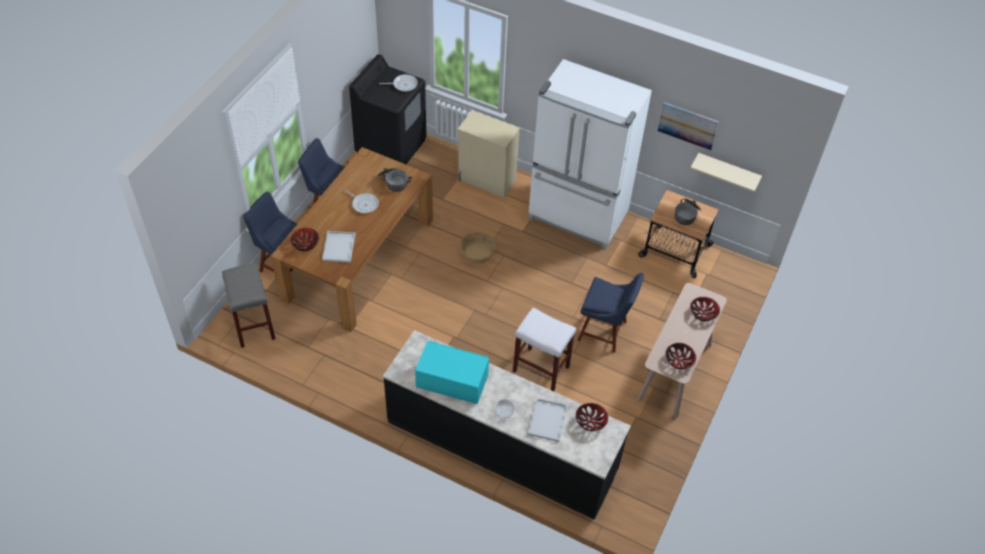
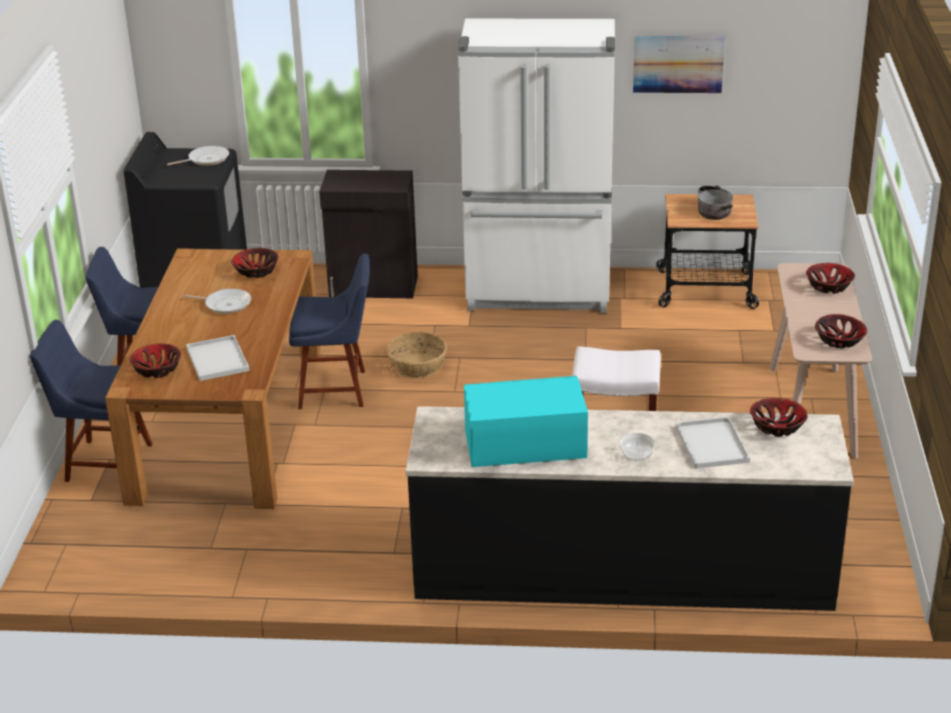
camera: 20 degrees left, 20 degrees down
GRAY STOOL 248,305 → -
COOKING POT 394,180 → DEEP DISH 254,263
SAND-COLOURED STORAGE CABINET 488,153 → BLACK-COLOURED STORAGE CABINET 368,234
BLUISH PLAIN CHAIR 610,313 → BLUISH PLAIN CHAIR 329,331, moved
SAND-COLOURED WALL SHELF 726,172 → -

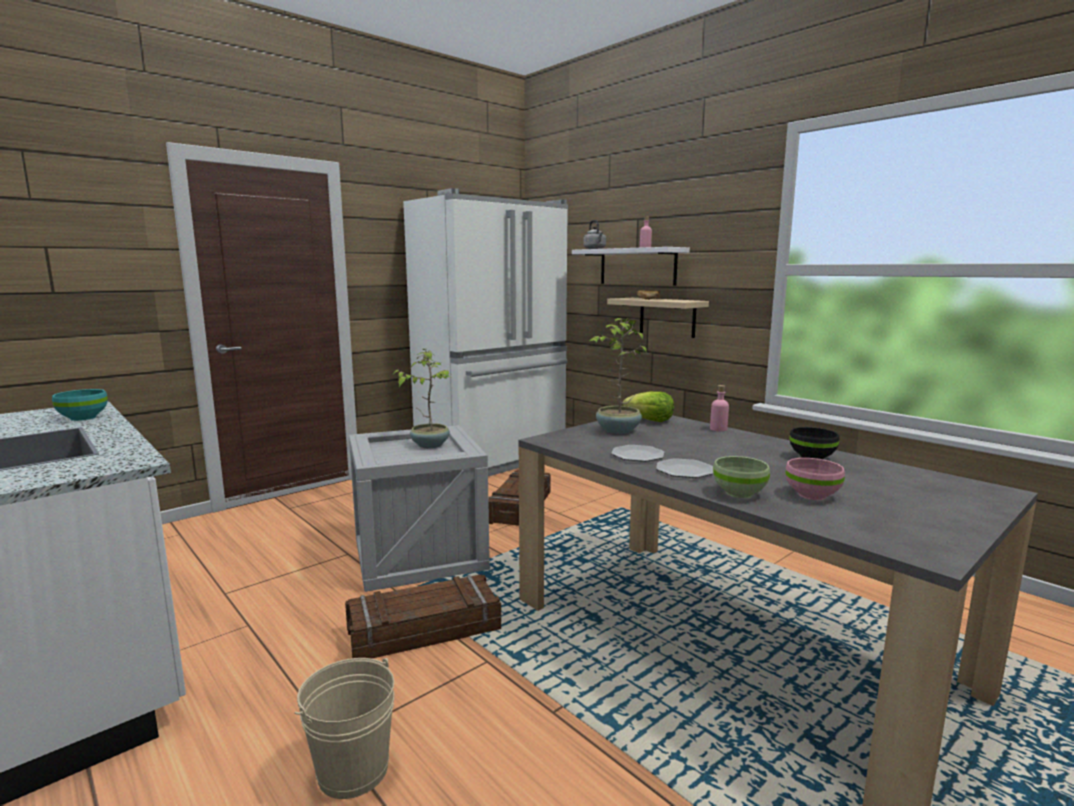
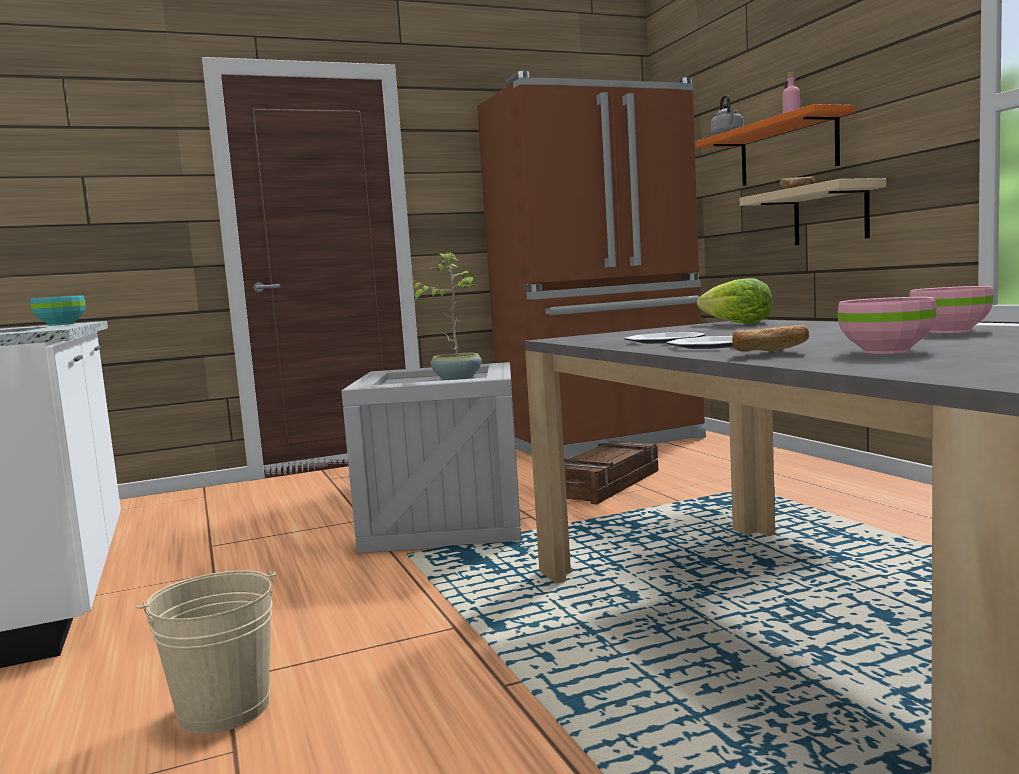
camera: 20 degrees right, 5 degrees down
SHIPPING CRATE 423,616 → -
WHITISH REFRIGERATOR 485,332 → BROWN-COLOURED REFRIGERATOR 591,264
WHITISH WALL SHELF 631,266 → ORANGEY WALL SHELF 775,145
PLANT IN A POT 618,376 → -
PINK BEVERAGE BOTTLE 719,408 → -
GREEN DEEP DISH 741,477 → BREAD 770,338
BLACK-COLOURED DEEP DISH 814,443 → PINK DEEP DISH 951,309

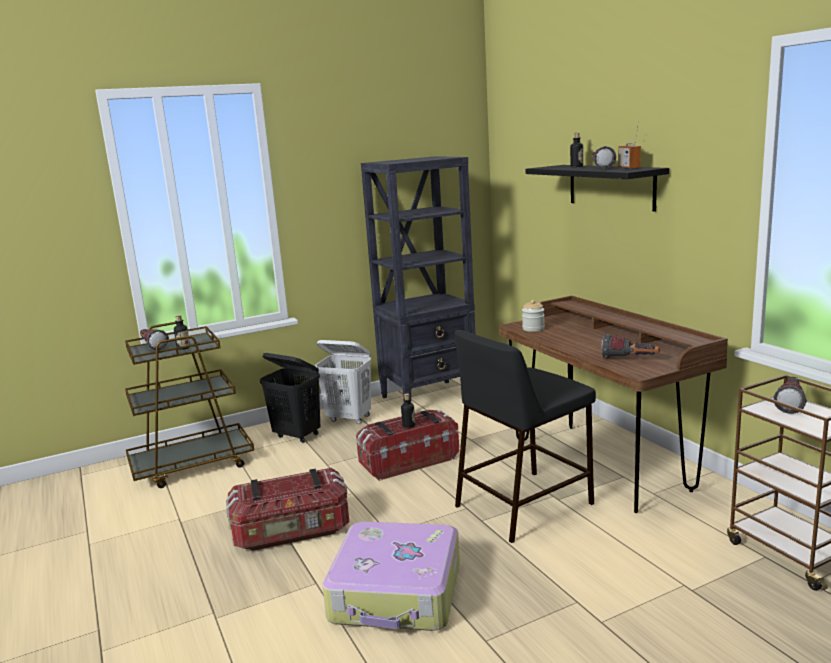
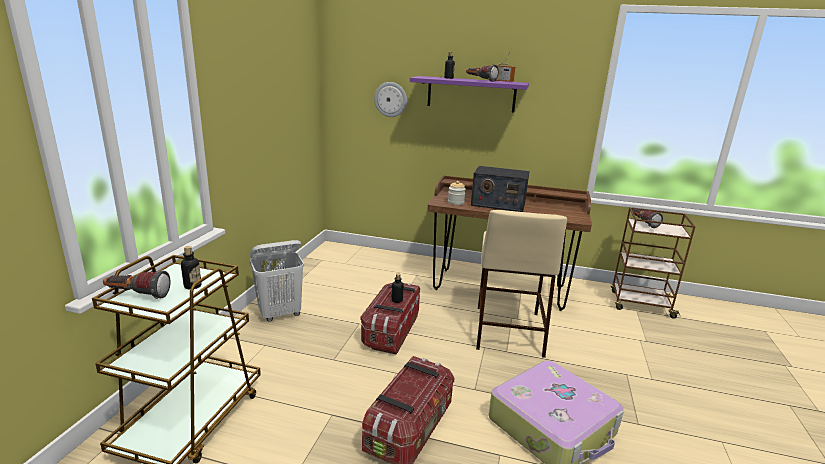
camera: 50 degrees left, 5 degrees up
BLACK-COLOURED WASHING BASKET 290,398 → -
BLACK-COLOURED SHELVING UNIT 418,278 → -
BLACK-COLOURED STOOL 525,436 → SAND-COLOURED STOOL 521,284
BLACK-COLOURED WALL SHELF 597,188 → PURPLE-COLOURED WALL SHELF 469,94
FLASHLIGHT 630,346 → -
- → CLOCK ON THE WALL 390,99
- → RADIO SET 500,189

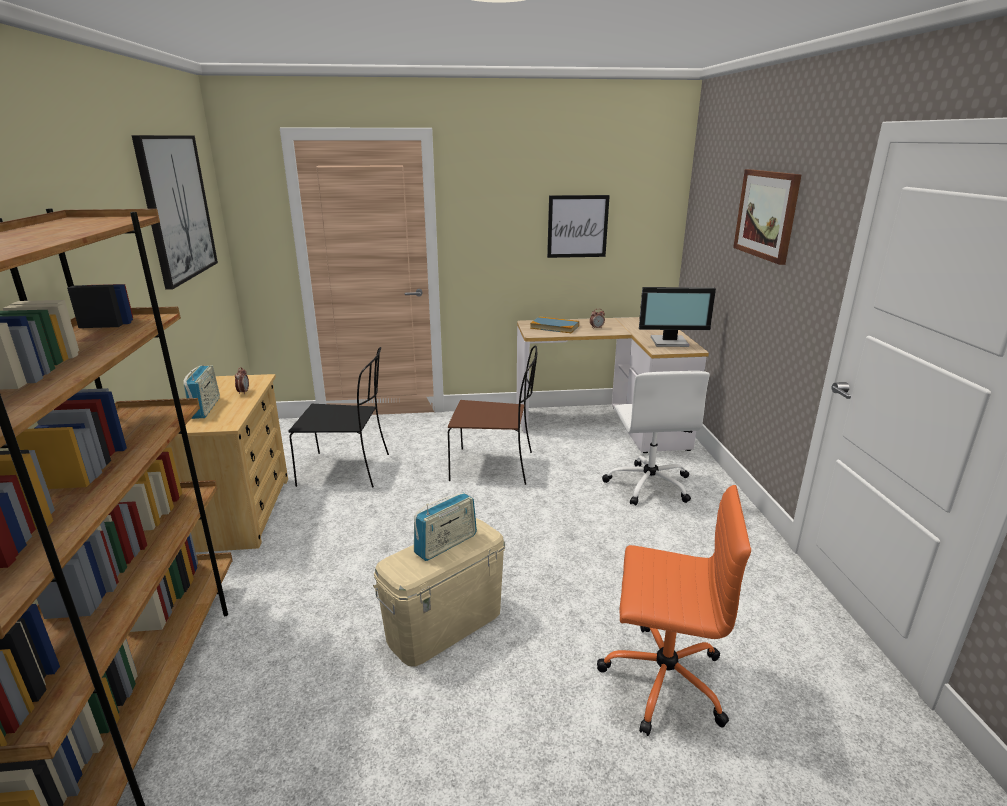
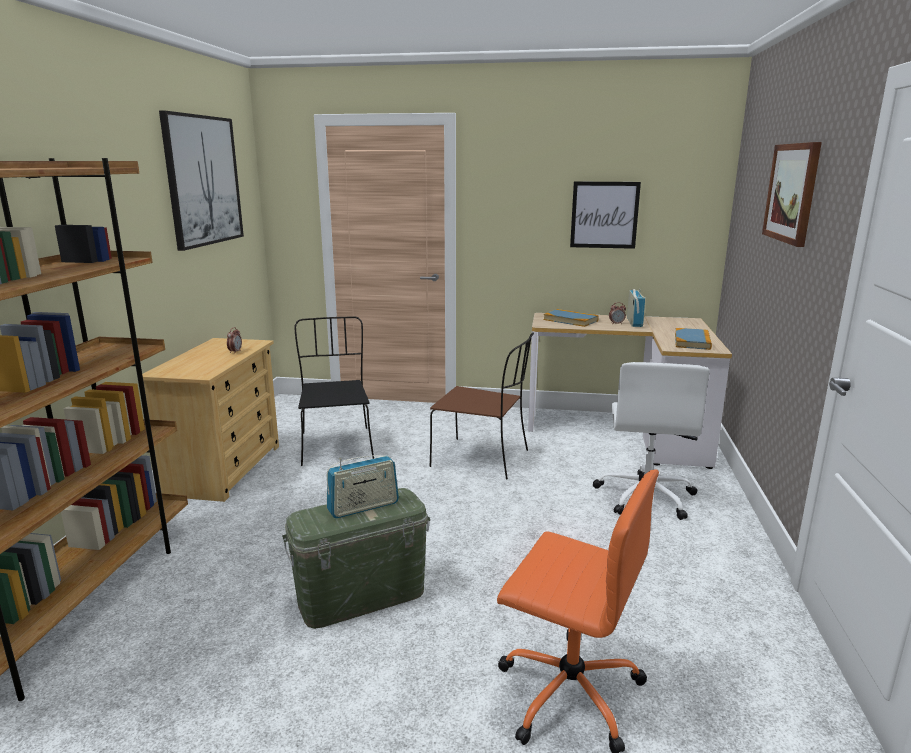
camera: 15 degrees right, 5 degrees down
RADIO SET 201,392 → RADIO SET 636,308, moved
BLACK-COLOURED PLAIN CHAIR 338,417 → BLACK-COLOURED PLAIN CHAIR 334,391, 120 degrees counterclockwise
SAND-COLOURED STORAGE BOX 439,592 → GREEN STORAGE BOX 356,558
COMPUTER DISPLAY 677,317 → VOLUME 693,339

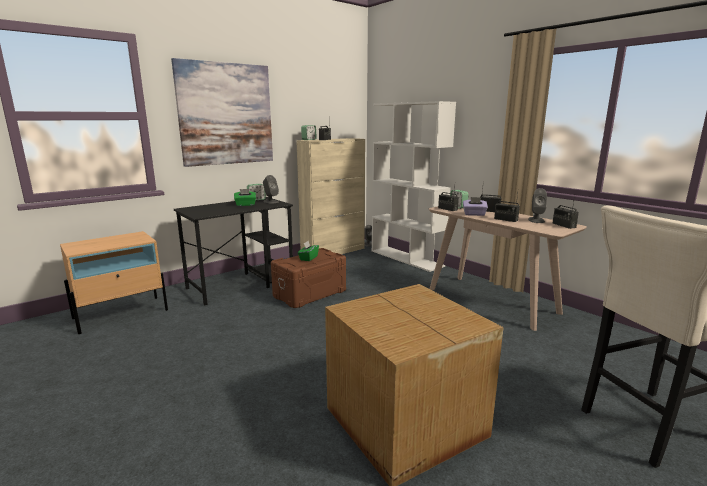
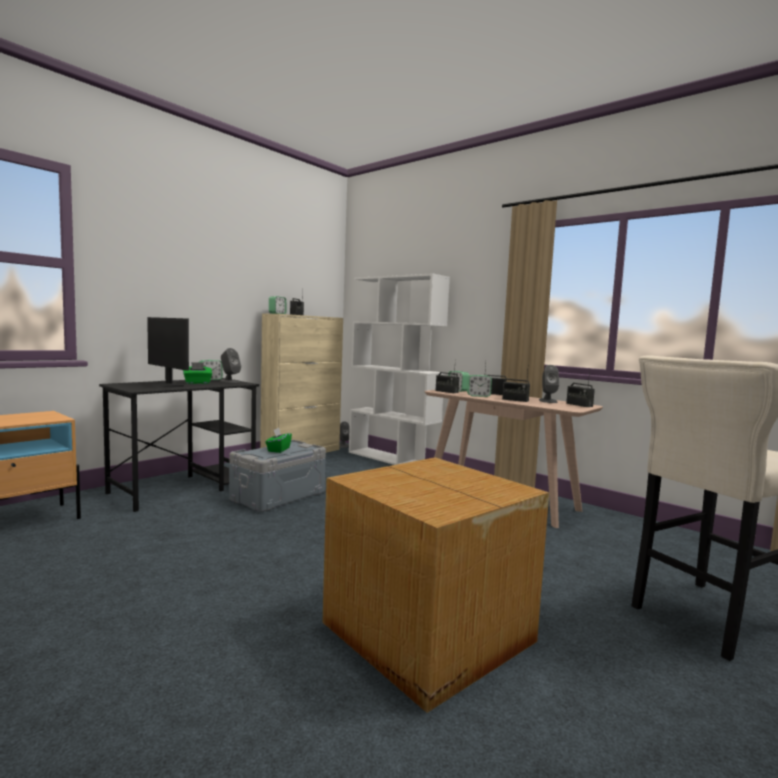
camera: 10 degrees left, 10 degrees down
PICTURE 222,112 → -
BROWN-COLOURED STORAGE BOX 308,278 → GRAY STORAGE BOX 277,476
PURPLE-COLOURED TISSUE HOLDER 475,206 → TABLE CLOCK 479,386
- → COMPUTER DISPLAY 164,352

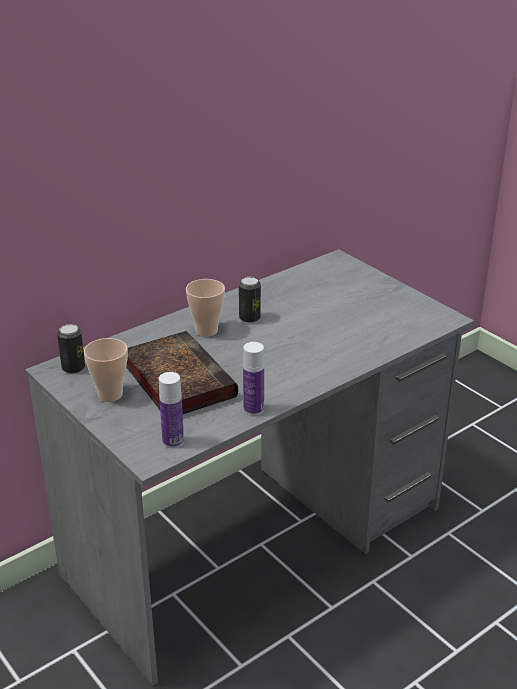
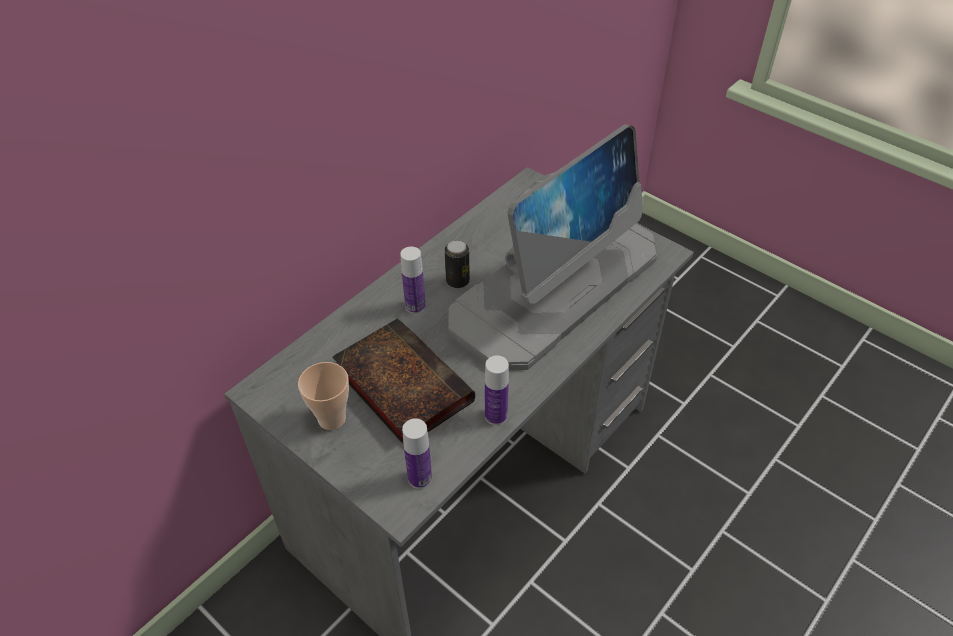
camera: 10 degrees left, 15 degrees up
METAL CAN 71,349 → -
SMALL CUP 205,308 → BEVERAGE BOTTLE 412,280
- → COMPUTER DISPLAY 552,247

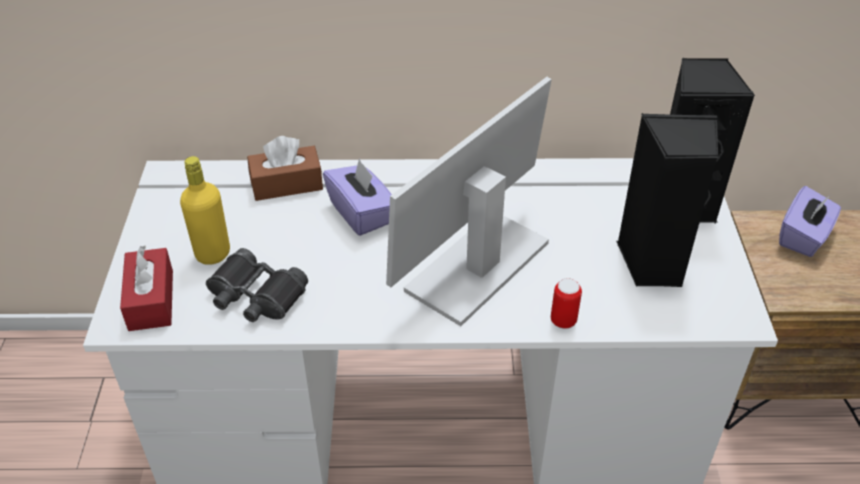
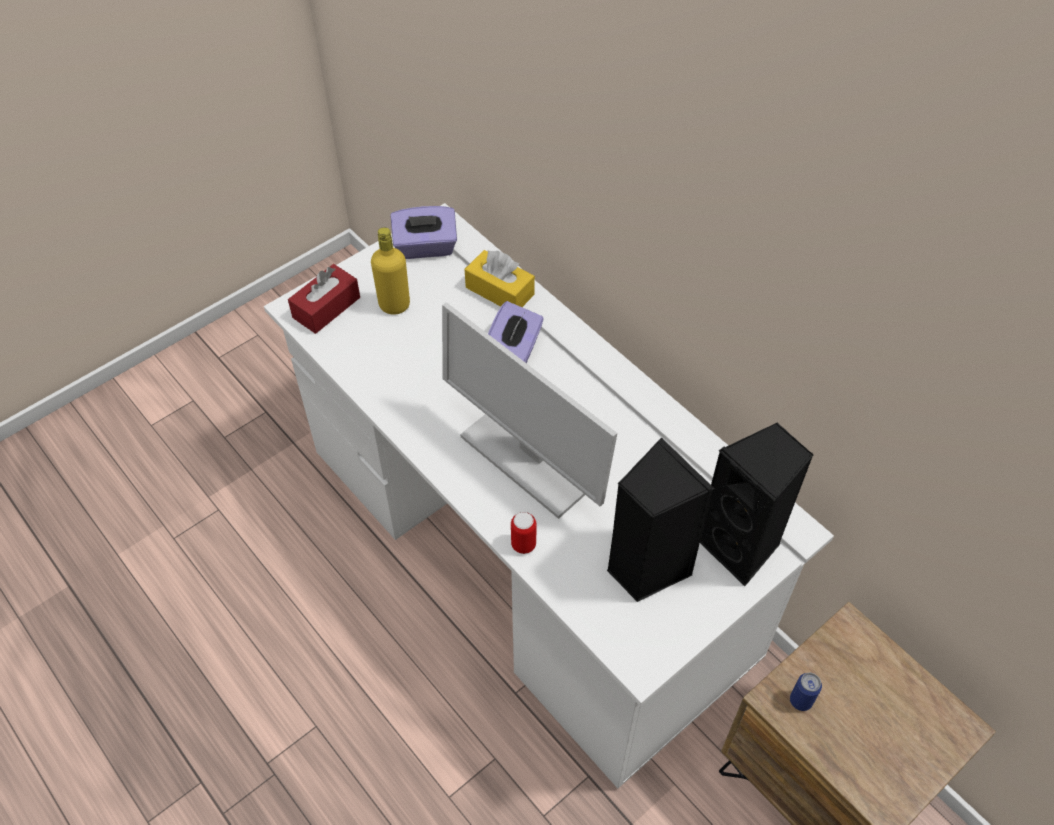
camera: 50 degrees right, 10 degrees up
BLACK-COLOURED PAIR OF BINOCULARS 257,285 → -
BROWN-COLOURED TISSUE HOLDER 285,168 → YELLOWISH TISSUE HOLDER 500,278
COMPUTER DISPLAY 469,201 → COMPUTER DISPLAY 529,410, 135 degrees counterclockwise
PURPLE-COLOURED TISSUE HOLDER 810,221 → PURPLE-COLOURED TISSUE HOLDER 424,232, moved
- → METAL CAN 806,692

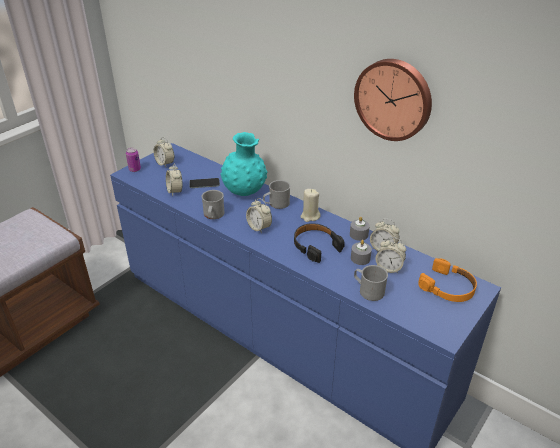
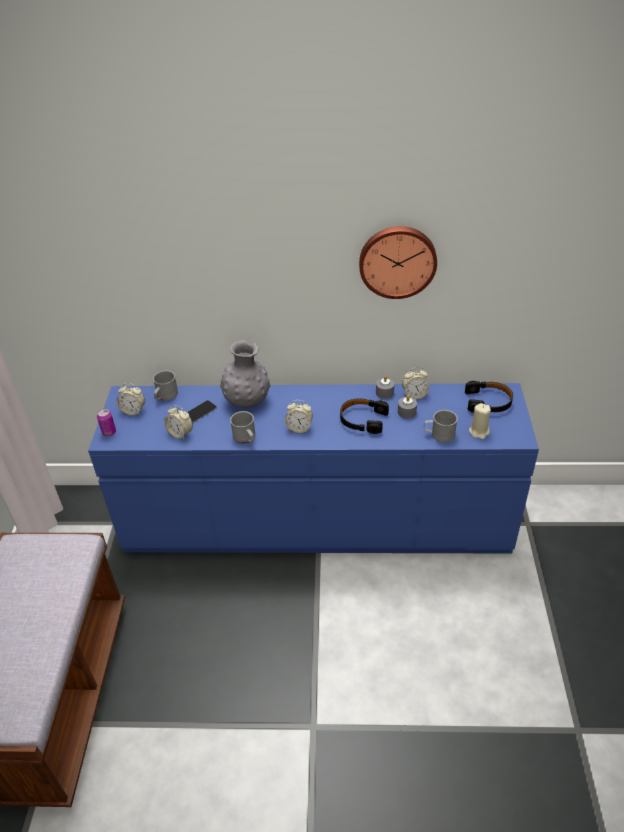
camera: 35 degrees left, 5 degrees up
TURQUOISE VASE 244,164 → GRAY VASE 245,374
GRAY MUG 276,194 → GRAY MUG 165,385, moved
SAND-COLOURED WAX CANDLE 311,205 → SAND-COLOURED WAX CANDLE 480,421, moved
TABLE CLOCK 391,255 → -
ORANGEY PAIR OF HEADPHONES 447,280 → BLACK-COLOURED PAIR OF HEADPHONES 489,397

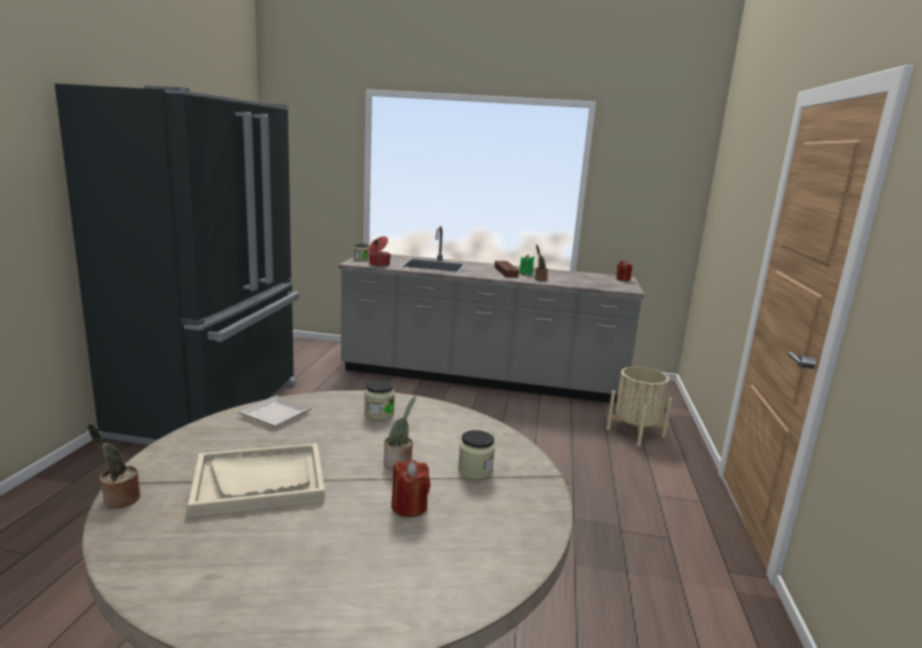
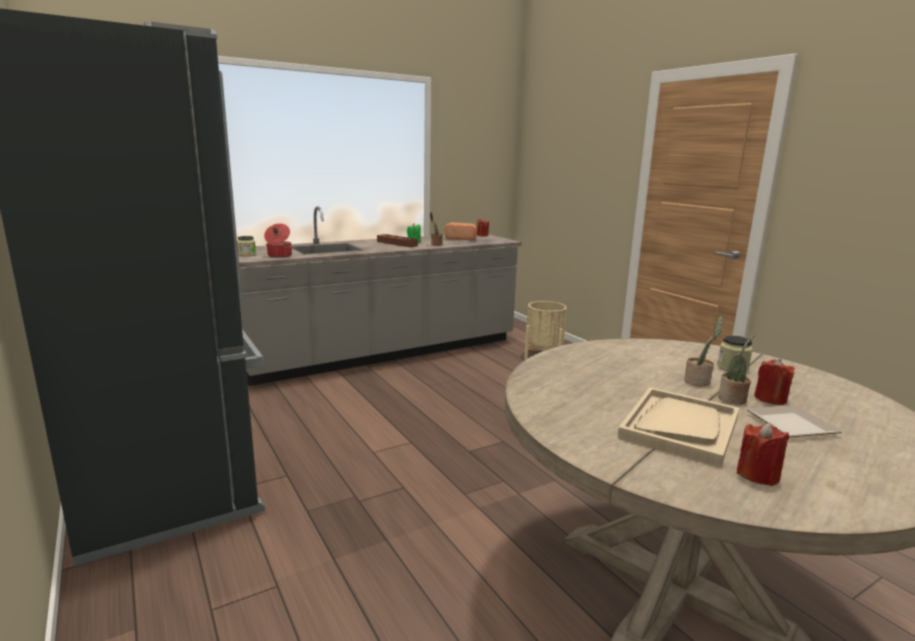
camera: 40 degrees left, 0 degrees up
PLANT IN A POT 114,465 → PLANT IN A POT 736,370, moved
FLAT DISH 275,411 → FLAT DISH 794,421, moved
PRESERVE JAR 379,400 → -
- → BREAD 461,231
- → RED WAX CANDLE 763,454

